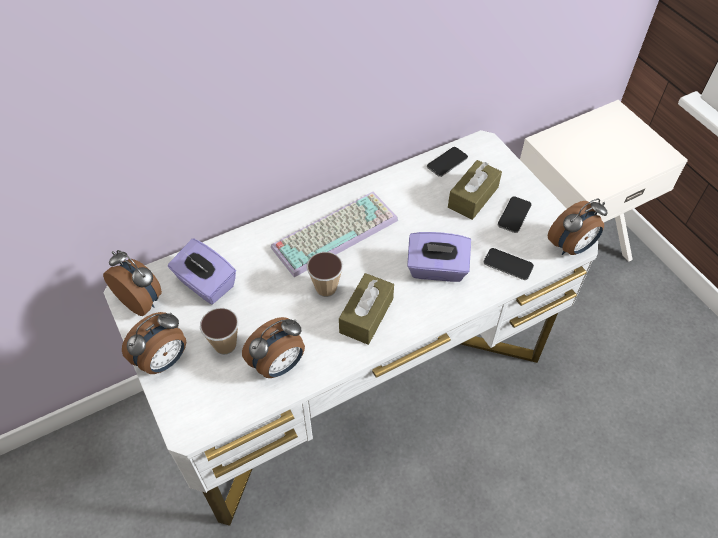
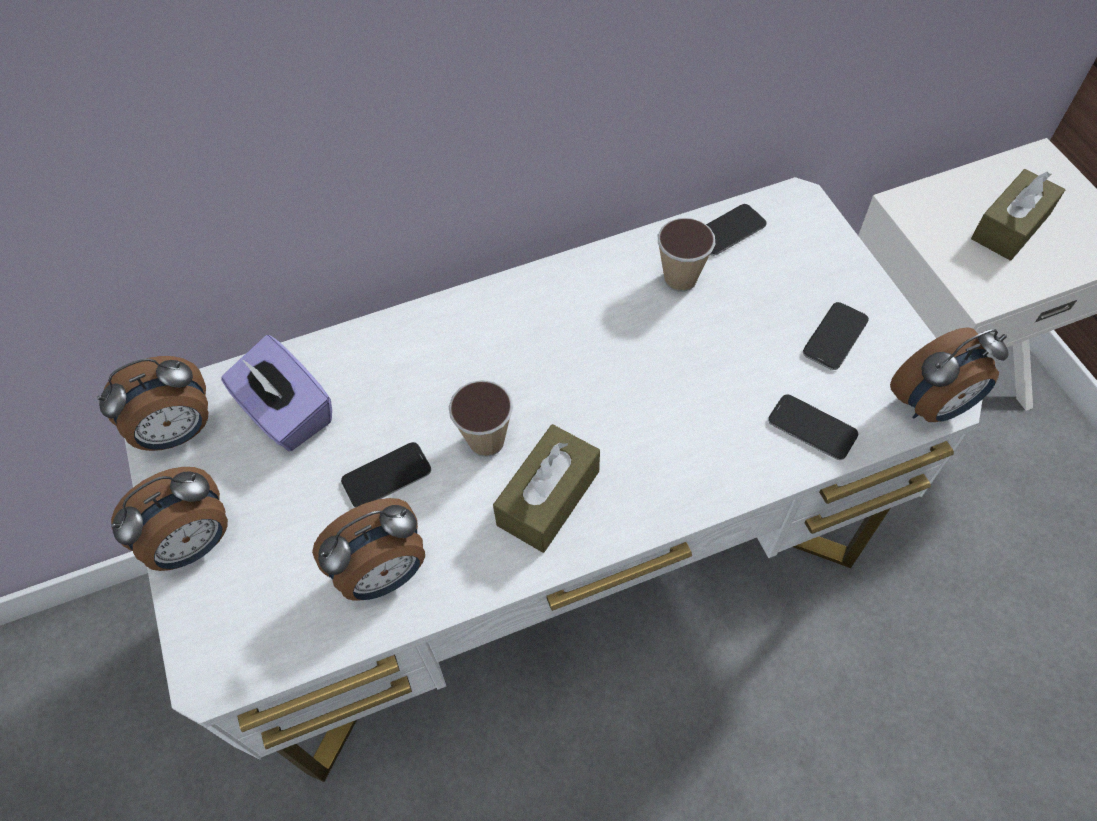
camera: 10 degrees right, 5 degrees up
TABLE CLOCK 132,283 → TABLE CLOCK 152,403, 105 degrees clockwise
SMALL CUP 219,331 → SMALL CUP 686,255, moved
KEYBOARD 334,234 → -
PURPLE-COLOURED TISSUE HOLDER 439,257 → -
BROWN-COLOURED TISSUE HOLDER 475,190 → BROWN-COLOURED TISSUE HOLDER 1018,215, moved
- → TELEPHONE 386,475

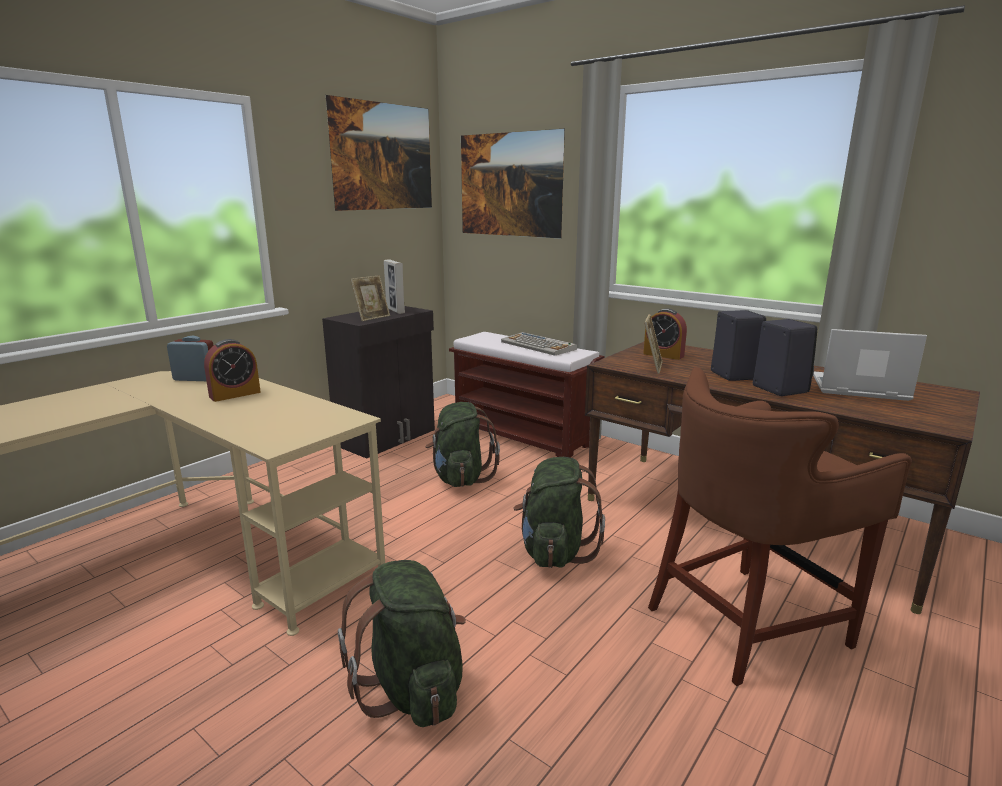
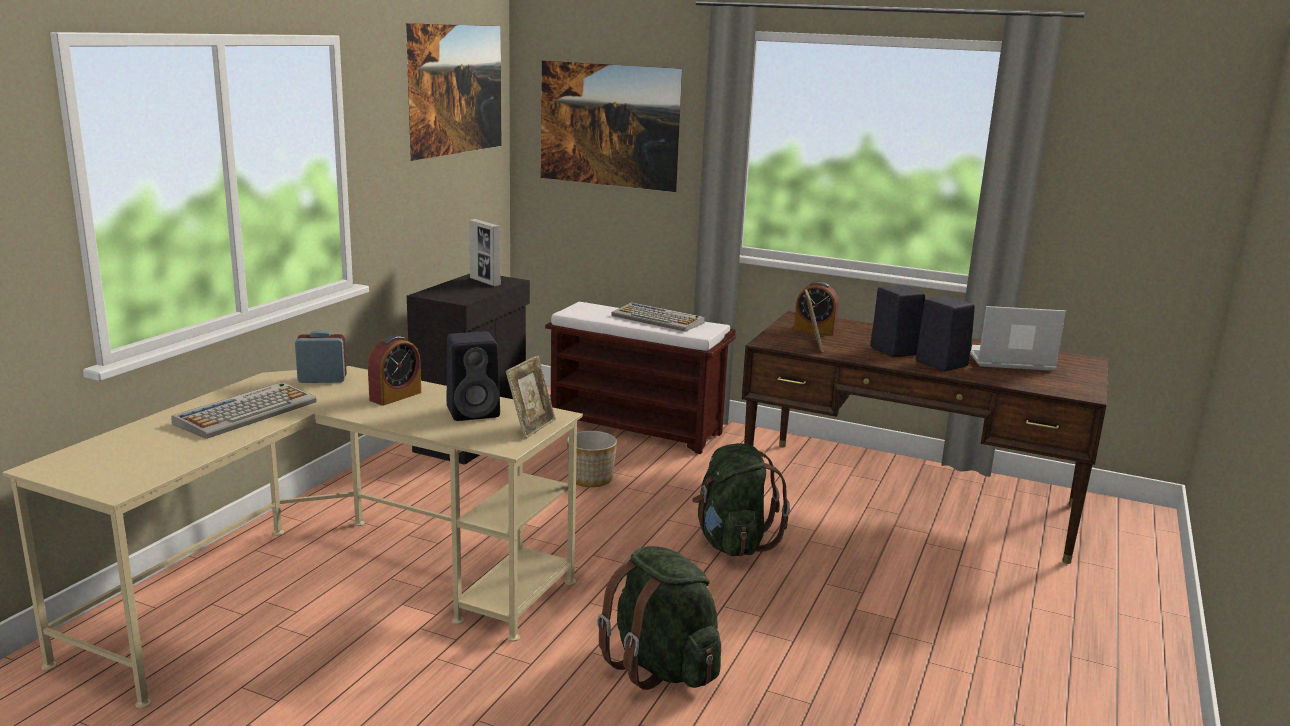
camera: 15 degrees left, 0 degrees up
PHOTO FRAME 370,298 → PHOTO FRAME 531,397, moved
GREEN RUCKSACK 462,444 → PLANTER 592,459
BROWN-COLOURED STOOL 780,526 → -
- → KEYBOARD 243,410
- → BLACK-COLOURED LOUDSPEAKER 473,376

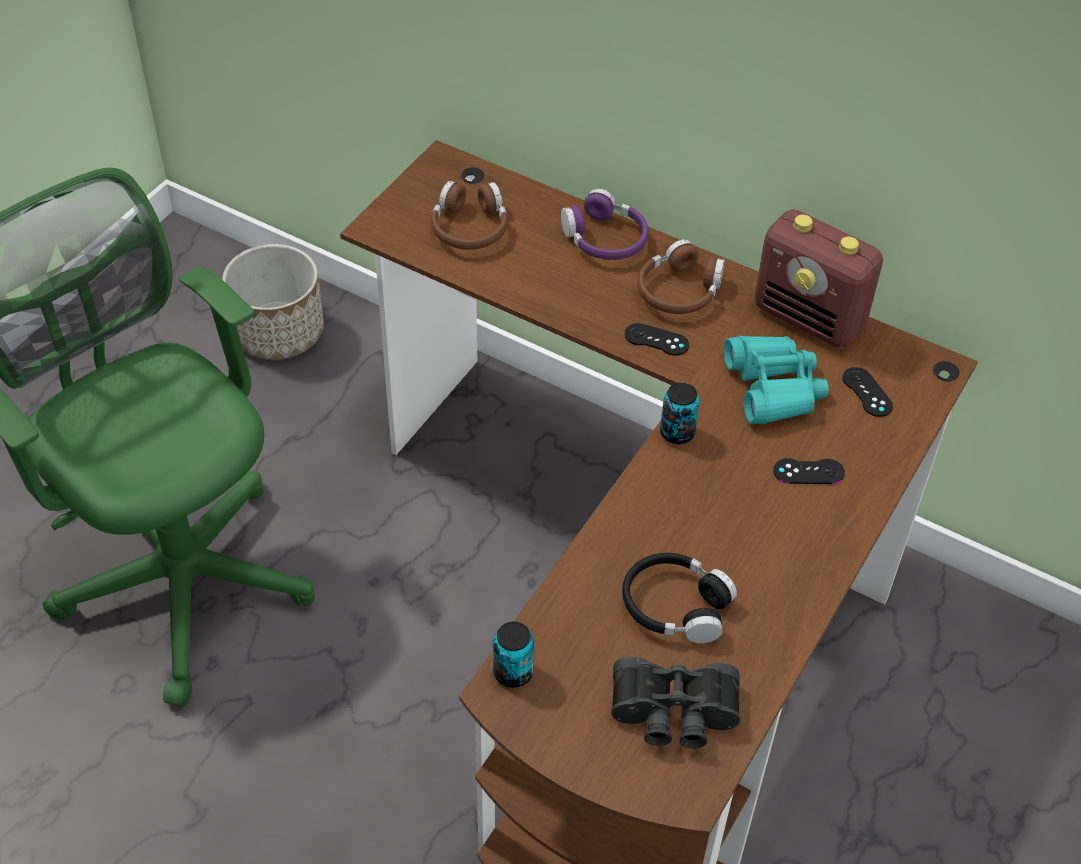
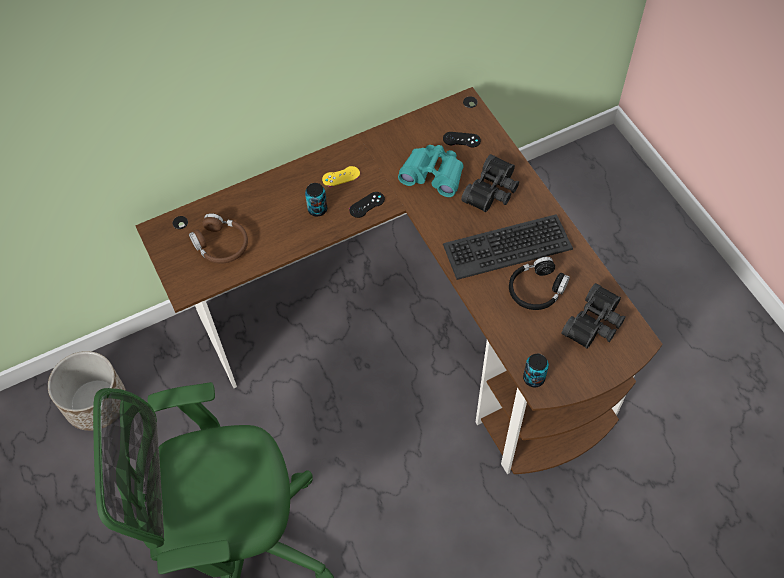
camera: 55 degrees left, 10 degrees up
PURPLE-COLOURED PAIR OF HEADPHONES 605,224 → -
BROWN-COLOURED PAIR OF HEADPHONES 681,276 → YELLOWISH GAMEPAD 341,176
METAL CAN 680,413 → METAL CAN 316,199, moved
RADIO SET 818,278 → -
BLACK-COLOURED GAMEPAD 809,471 → BLACK-COLOURED PAIR OF BINOCULARS 490,183
- → KEYBOARD 508,247

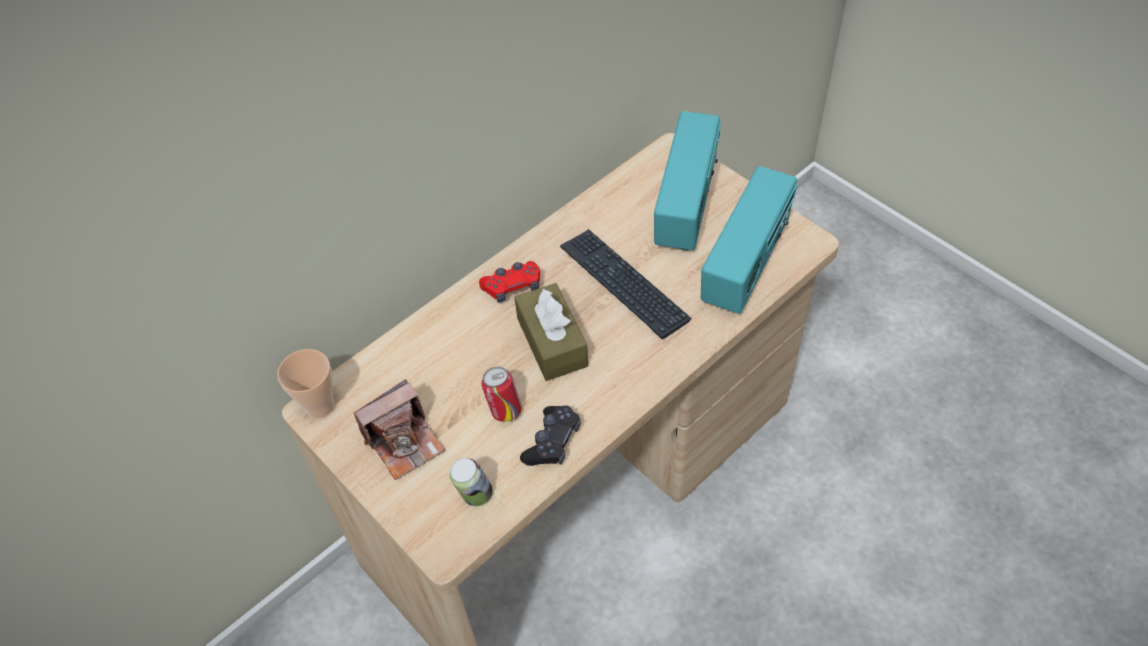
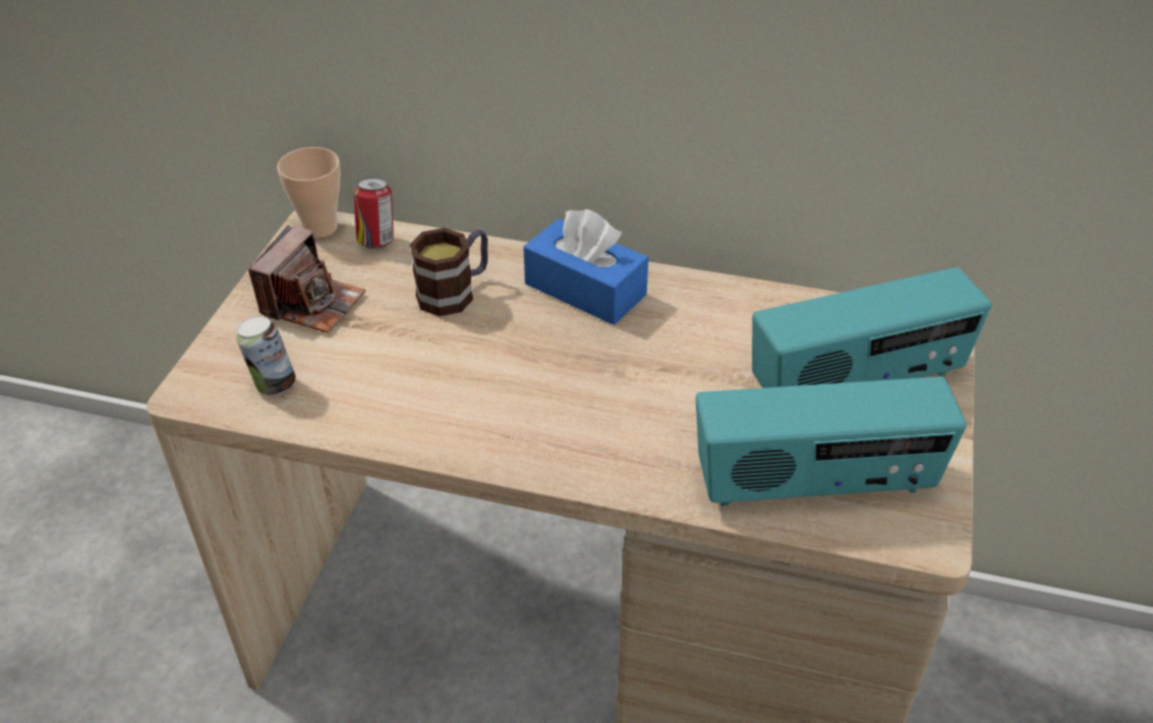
camera: 55 degrees right, 10 degrees down
STILL CAMERA 399,429 → STILL CAMERA 307,279, 90 degrees counterclockwise
RED GAMEPAD 509,282 → BLUISH TISSUE HOLDER 586,267
METAL CAN 501,394 → METAL CAN 374,213, moved
BROWN-COLOURED TISSUE HOLDER 551,332 → -
BLACK-COLOURED GAMEPAD 550,435 → -
KEYBOARD 625,284 → -
- → MUG 449,272

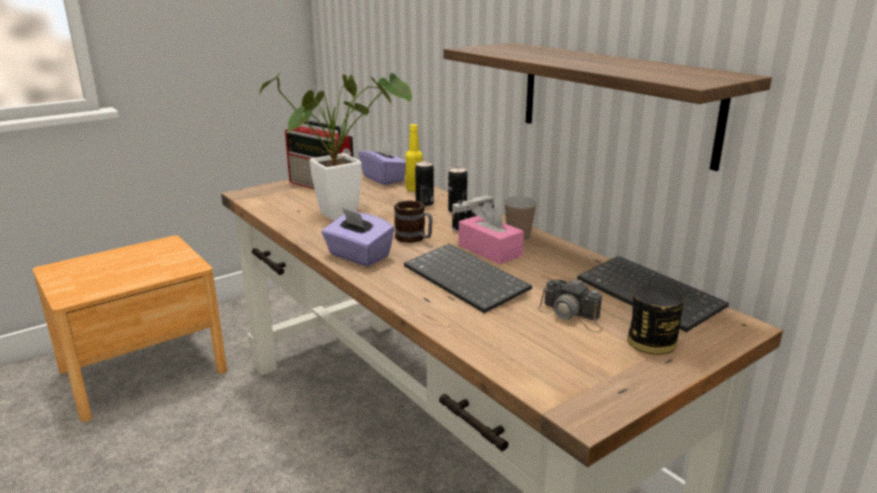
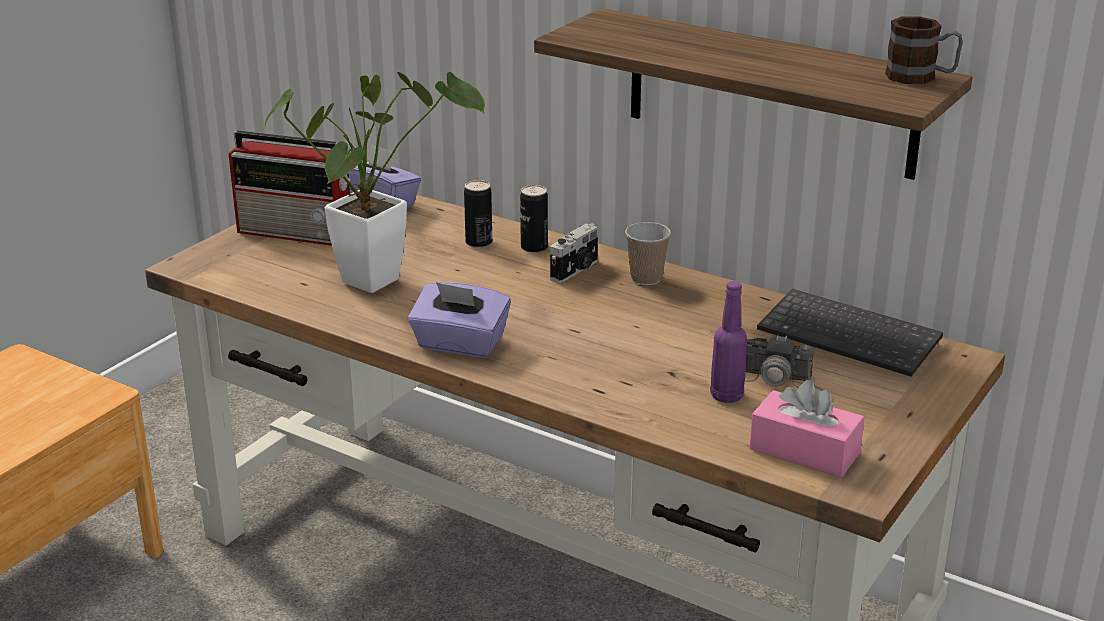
camera: 20 degrees left, 5 degrees up
MUG 413,221 → MUG 924,50, moved
KEYBOARD 468,278 → -
YELLOWISH BEVERAGE BOTTLE 414,158 → -
PINK TISSUE HOLDER 491,233 → PINK TISSUE HOLDER 807,428, moved
METAL CAN 655,320 → -
- → PURPLE-COLOURED BEVERAGE BOTTLE 728,342

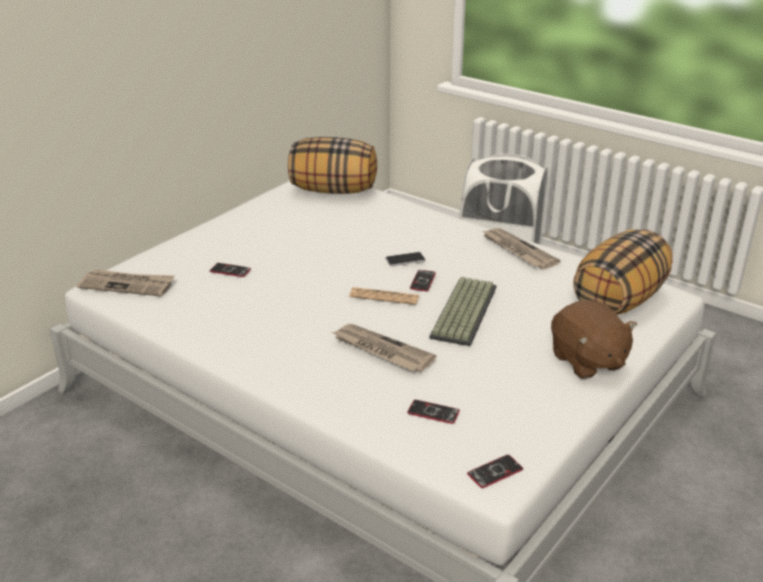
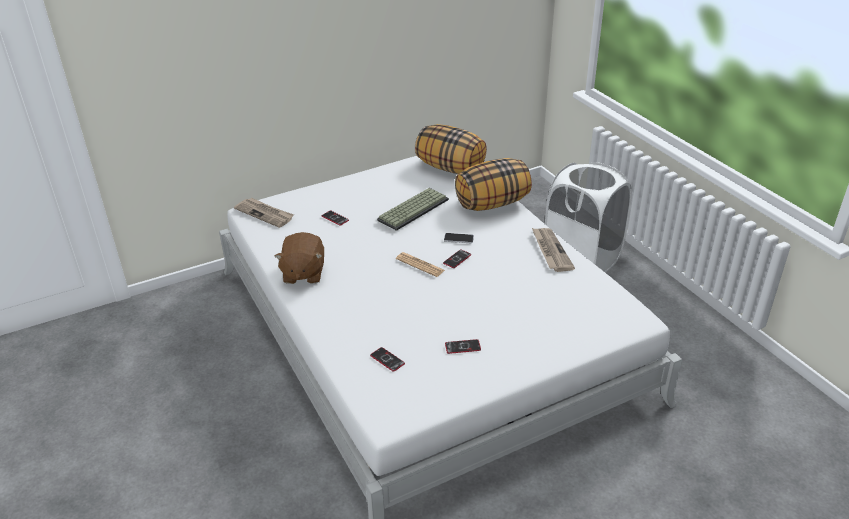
camera: 25 degrees right, 5 degrees up
PRINTED PAPER 384,348 → -
KEYBOARD 463,311 → KEYBOARD 413,209, moved
TELEPHONE 495,471 → TELEPHONE 463,346, moved
BROWN-COLOURED SOFT TOY 594,339 → BROWN-COLOURED SOFT TOY 299,258, moved
PILLOW 623,272 → PILLOW 493,184, moved

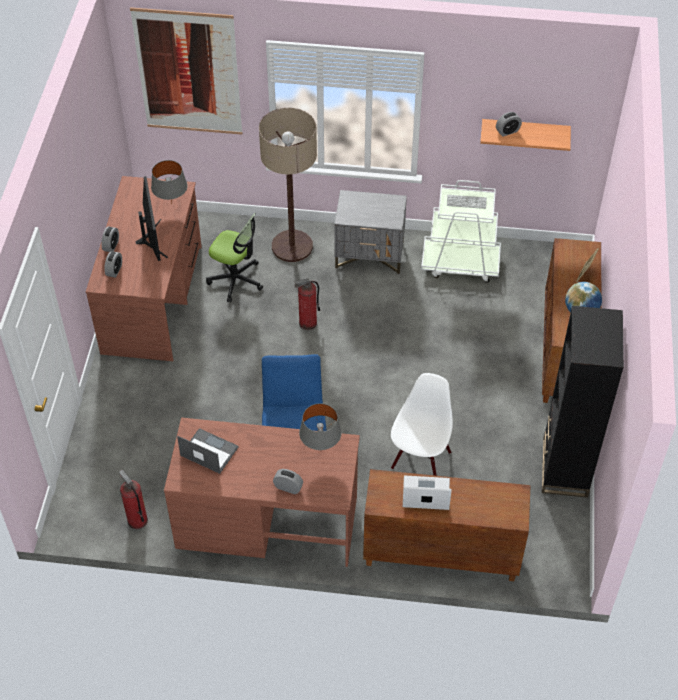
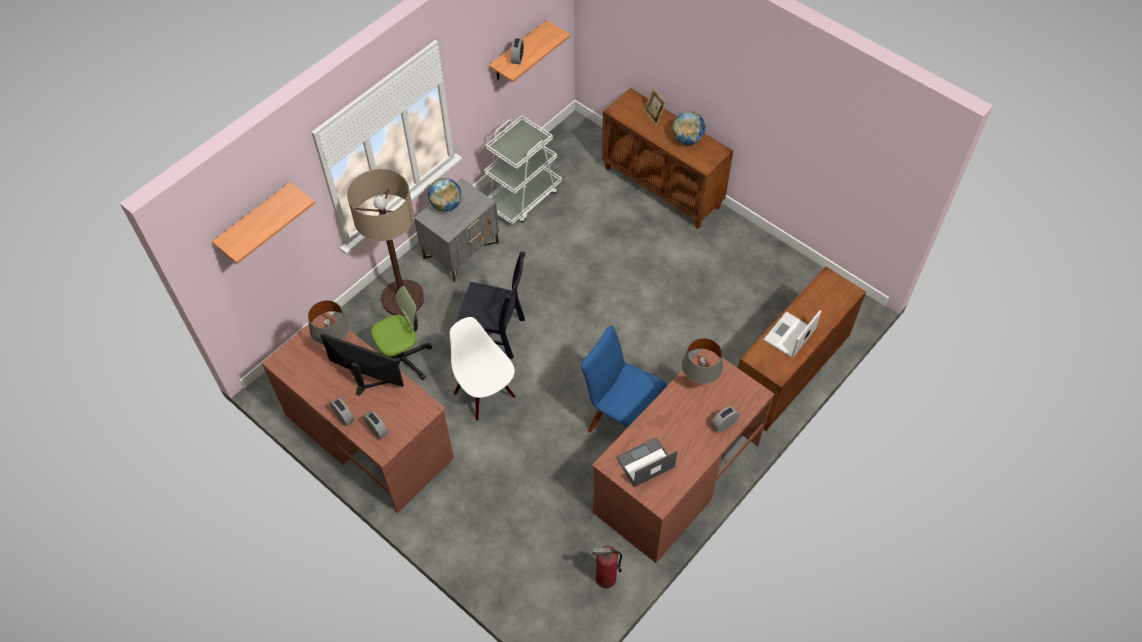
camera: 55 degrees left, 5 degrees up
PICTURE 186,71 → WALL SHELF 263,223
FIRE EXTINGUISHER 307,304 → BLACK-COLOURED PLAIN CHAIR 491,305
WHITISH PLAIN CHAIR 422,424 → WHITISH PLAIN CHAIR 483,369, moved
KEYBOARD 467,202 → -
BLACK-COLOURED SHELVING UNIT 583,402 → -
- → WORLD GLOBE 445,195

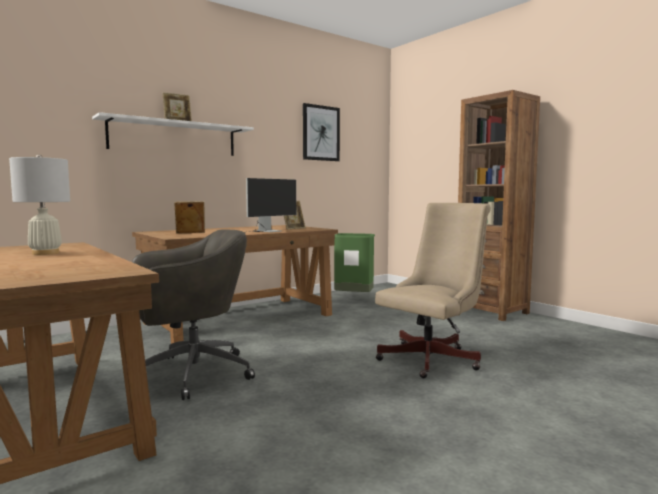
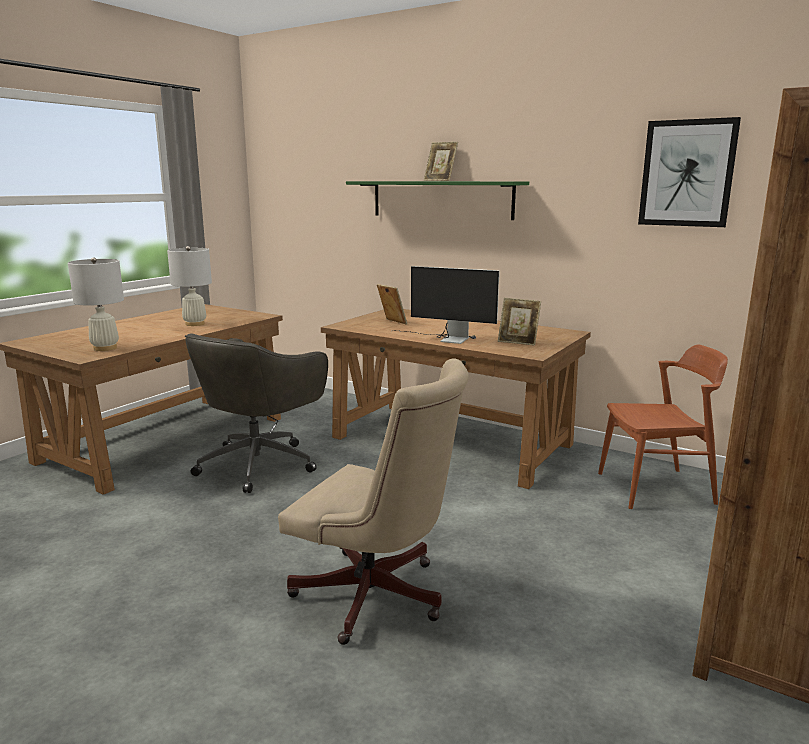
camera: 70 degrees right, 10 degrees up
WHITISH WALL SHELF 173,134 → GREEN WALL SHELF 437,200
GRAY DESK CHAIR 193,315 → GRAY DESK CHAIR 256,413, 75 degrees clockwise
GREEN TRASH CAN 354,262 → BROWN-COLOURED PLAIN CHAIR 663,426
- → WHITISH TABLE LAMP 96,304

